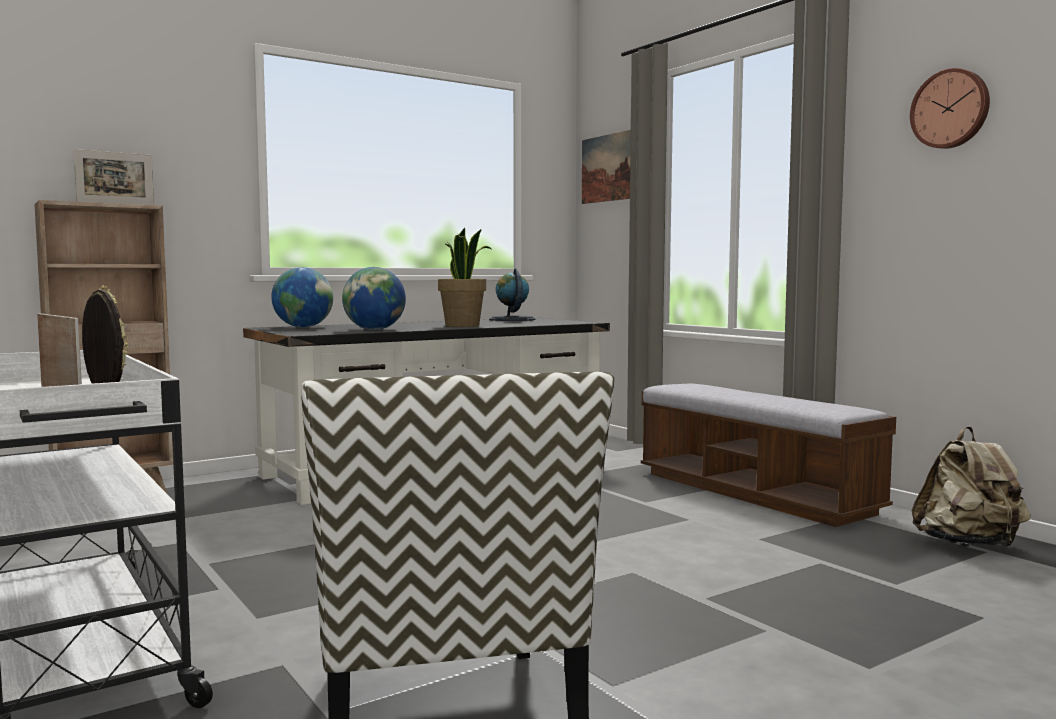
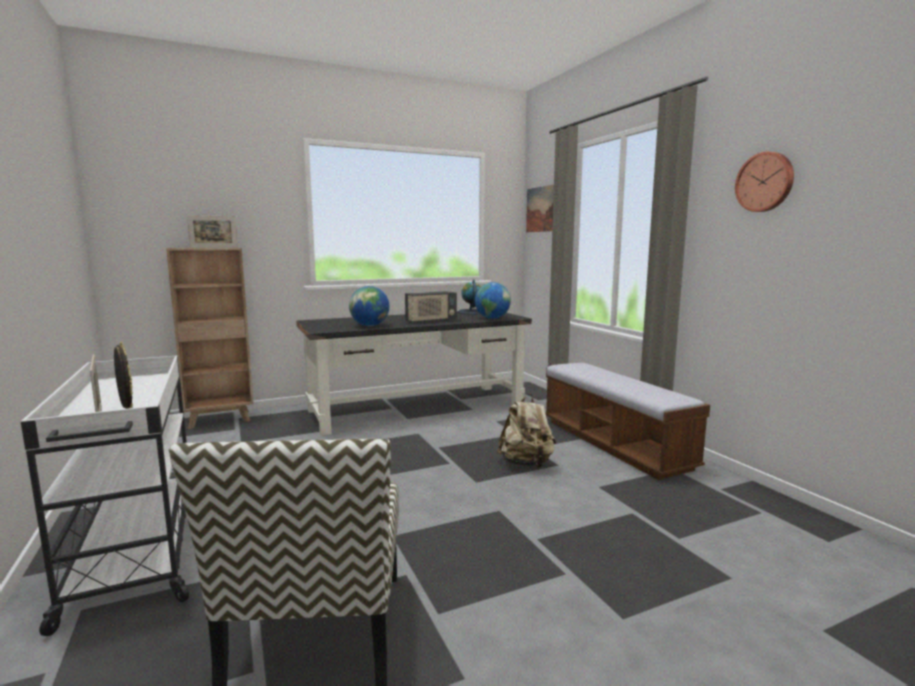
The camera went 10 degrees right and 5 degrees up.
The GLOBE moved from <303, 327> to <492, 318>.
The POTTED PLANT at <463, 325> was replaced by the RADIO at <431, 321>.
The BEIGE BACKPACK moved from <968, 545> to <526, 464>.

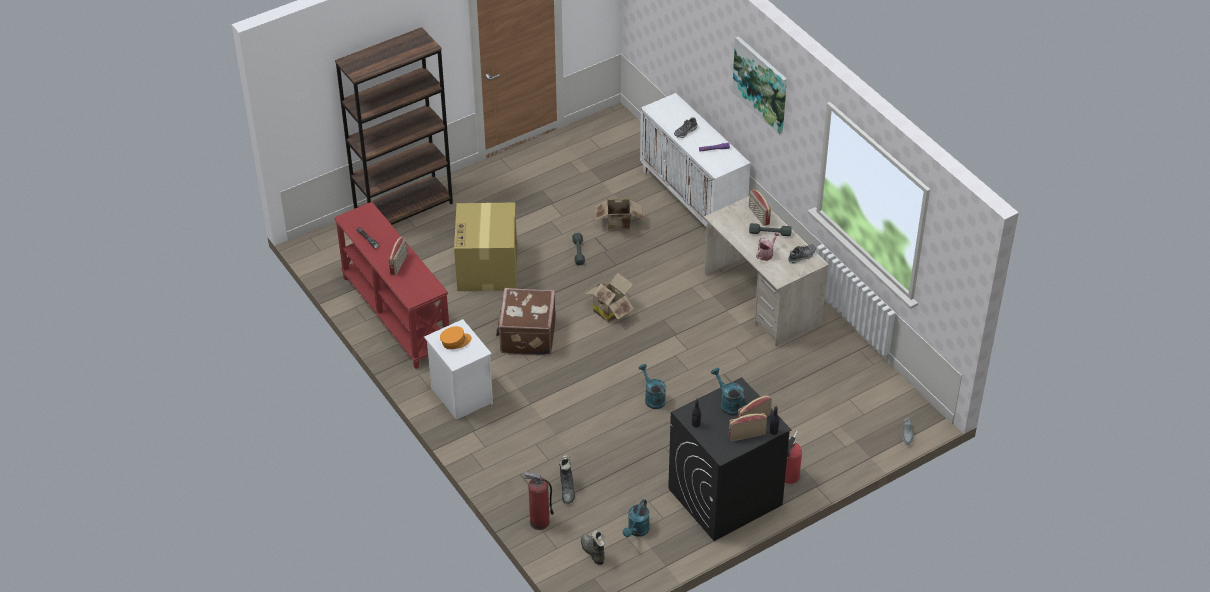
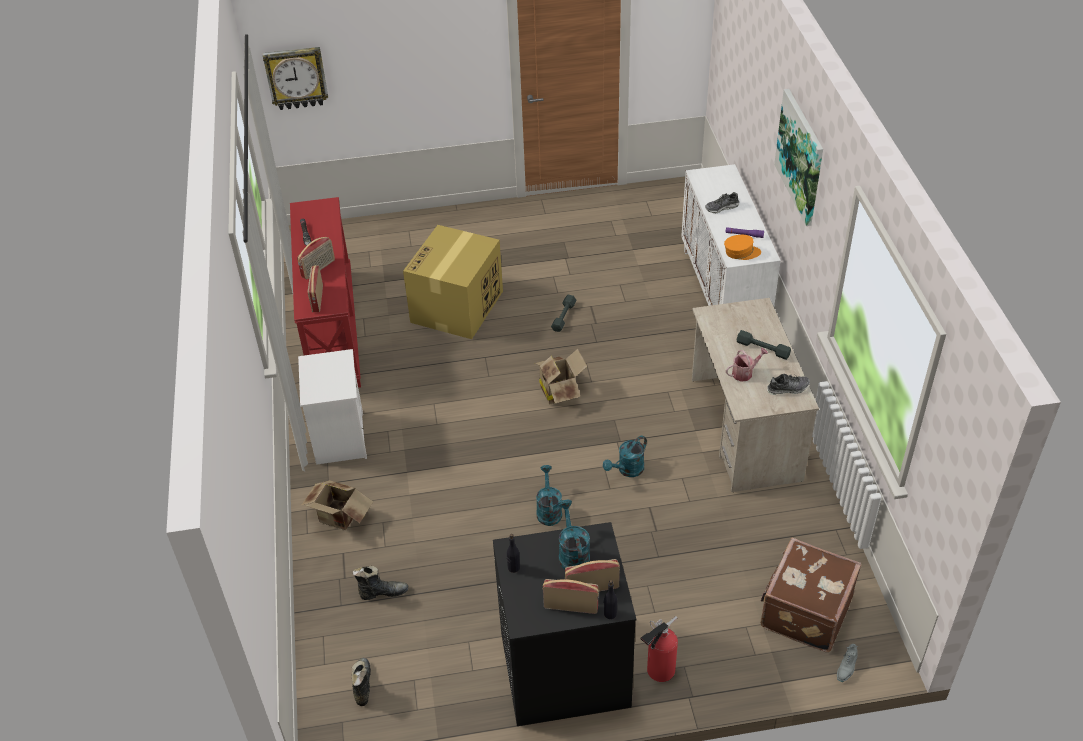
The camera went 25 degrees right and 0 degrees up.
The BROWN BOOKCASE at <404, 209> disappeared.
The ORANGE CAP moved from <455, 341> to <741, 252>.
The BROWN SUITCASE moved from <526, 336> to <804, 611>.
The FIRE EXTINGUISHER at <539, 522> disappeared.
The BLACK BOOT at <567, 490> turned 120 degrees counterclockwise.
The CARDBOARD BOX moved from <619, 225> to <339, 518>.
The TURQUOISE WATERING CAN moved from <637, 531> to <627, 470>.
The RADIO moved from <758, 216> to <317, 299>.
The WALL CLOCK at <296, 78> appeared.

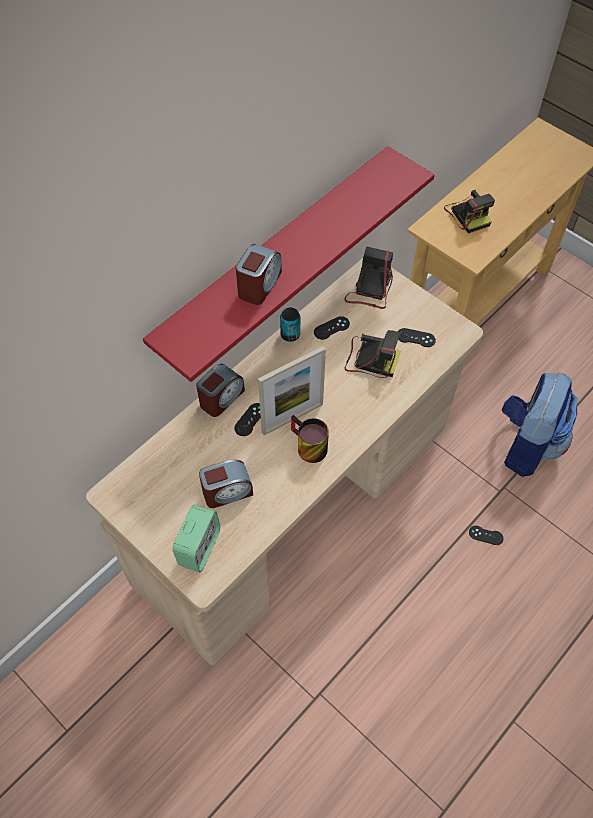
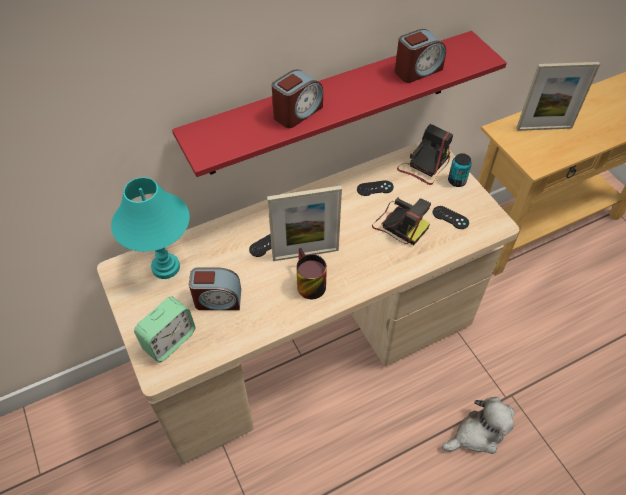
The camera went 20 degrees right and 5 degrees down.
The ALARM CLOCK moved from <221, 398> to <417, 70>.
The CAN moved from <290, 334> to <456, 181>.
The PHOTO CAMERA at <468, 214> was replaced by the PICTURE FRAME at <544, 128>.
The BLACK GAME CONTROLLER at <486, 535> was replaced by the PLUSH TOY at <477, 434>.
The BACKPACK at <526, 444> disappeared.
The TURQUOISE TABLE LAMP at <165, 267> appeared.

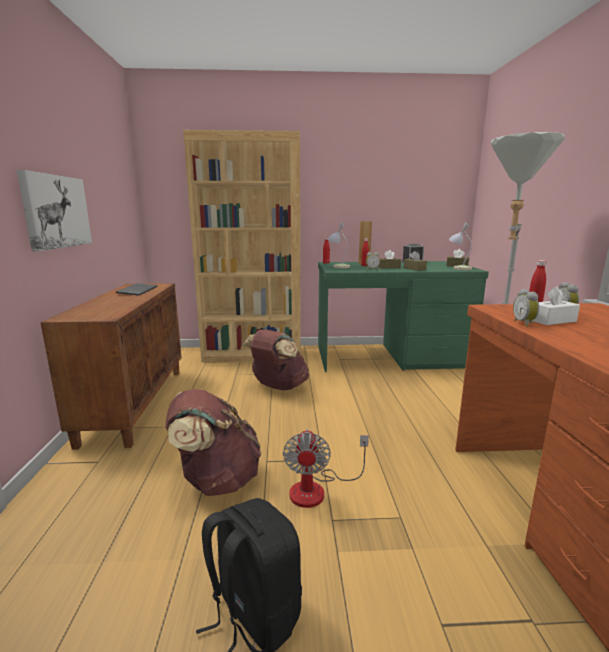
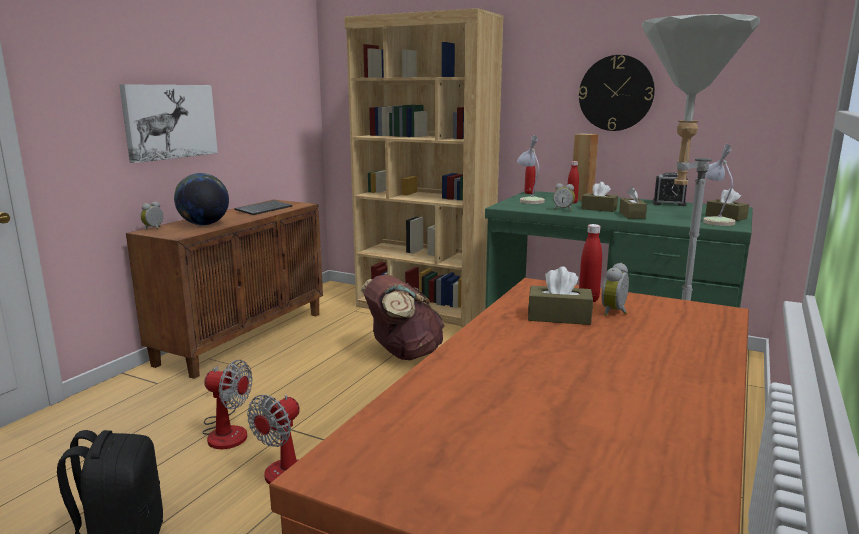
The camera went 30 degrees right and 0 degrees up.
The BROWN BACKPACK at <216, 480> was replaced by the FAN at <226, 431>.
The ALARM CLOCK moved from <524, 323> to <154, 229>.
The WHITE TISSUE BOX at <552, 320> became the BROWN TISSUE BOX at <559, 317>.
The GLOBE at <204, 225> appeared.
The WALL CLOCK at <616, 93> appeared.

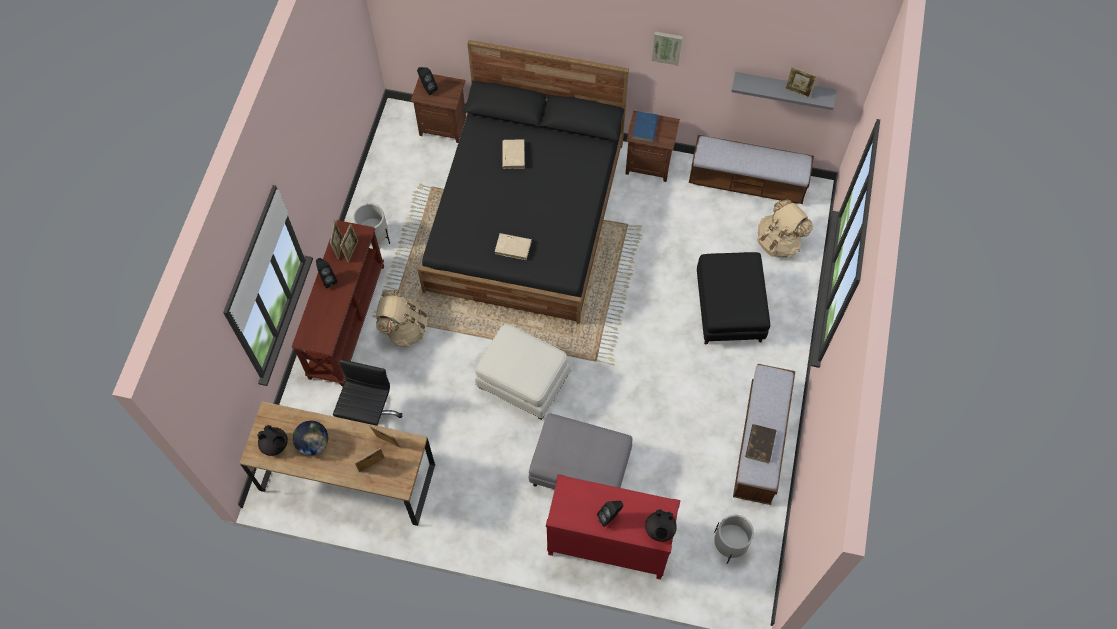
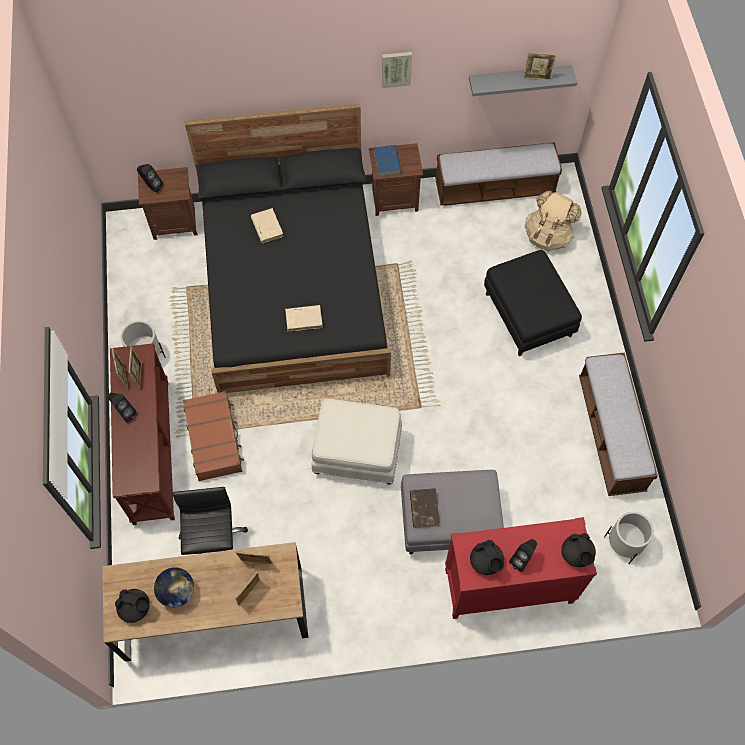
The camera went 20 degrees left and 0 degrees up.
The BEIGE BACKPACK at <404, 329> was replaced by the BROWN SUITCASE at <214, 439>.
The BROWN BOOK moved from <760, 444> to <424, 508>.
The BLACK TEAPOT at <486, 562> appeared.

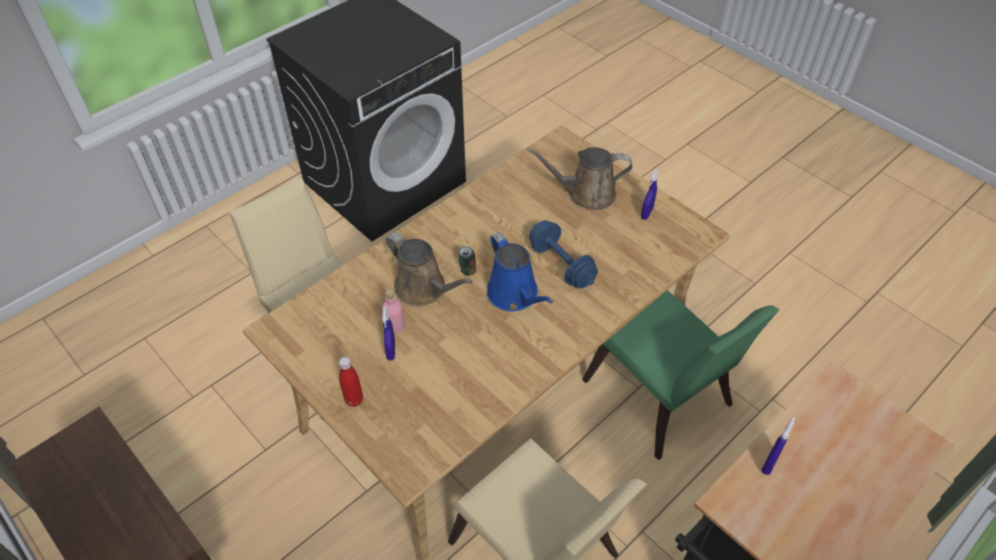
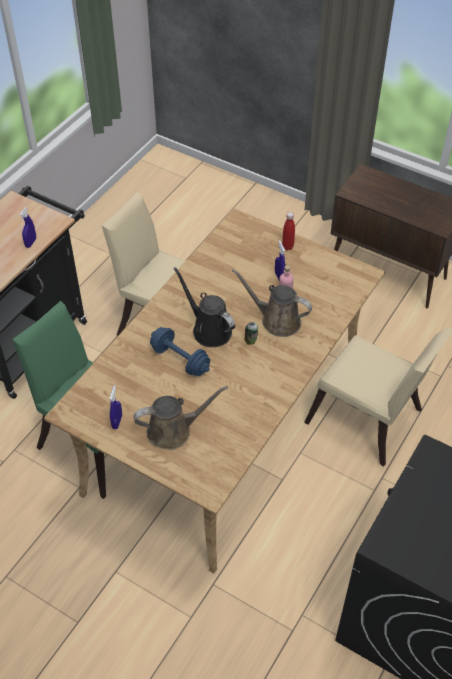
The camera went 165 degrees right and 0 degrees up.
The BLUE WATERING CAN at <515, 295> became the BLACK WATERING CAN at <209, 329>.

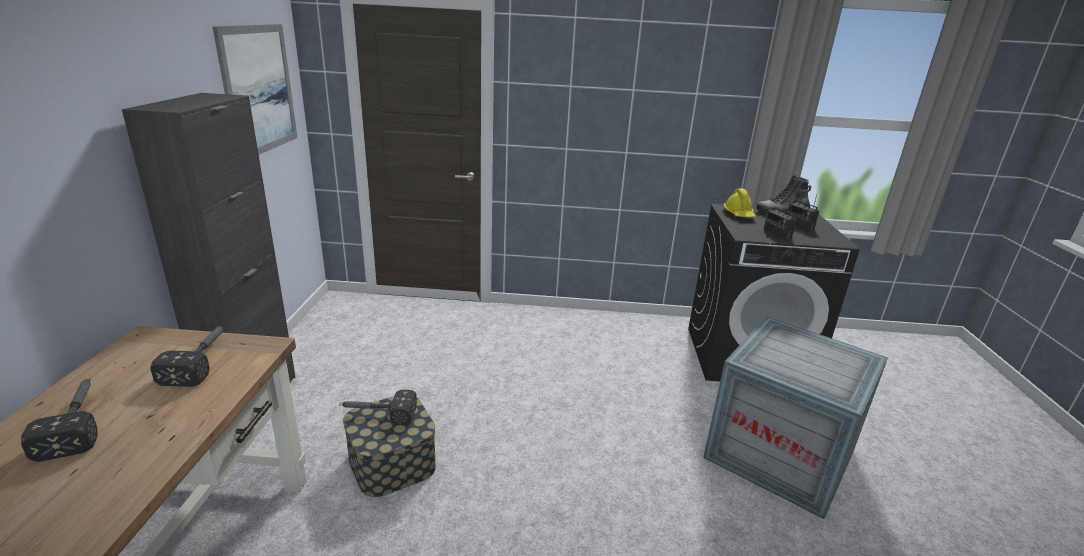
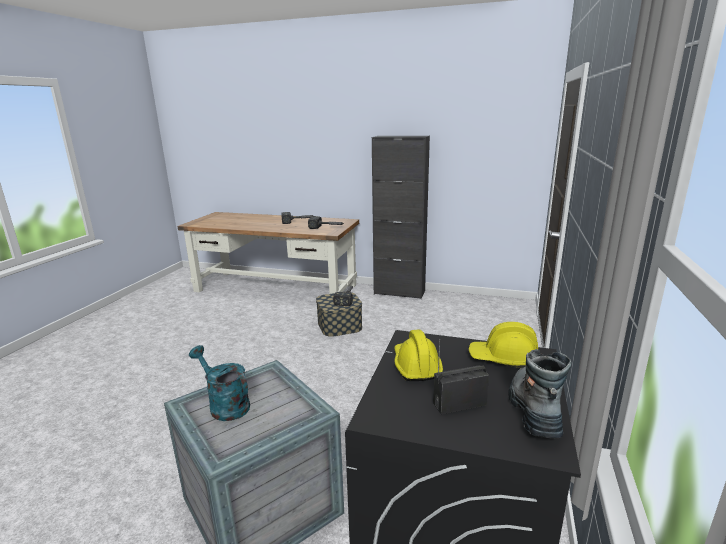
The camera went 105 degrees right and 5 degrees down.
The PICTURE at <259, 89> disappeared.
The RADIO at <777, 234> was replaced by the YELLOW HARD HAT at <416, 366>.
The TURQUOISE WATERING CAN at <225, 405> appeared.

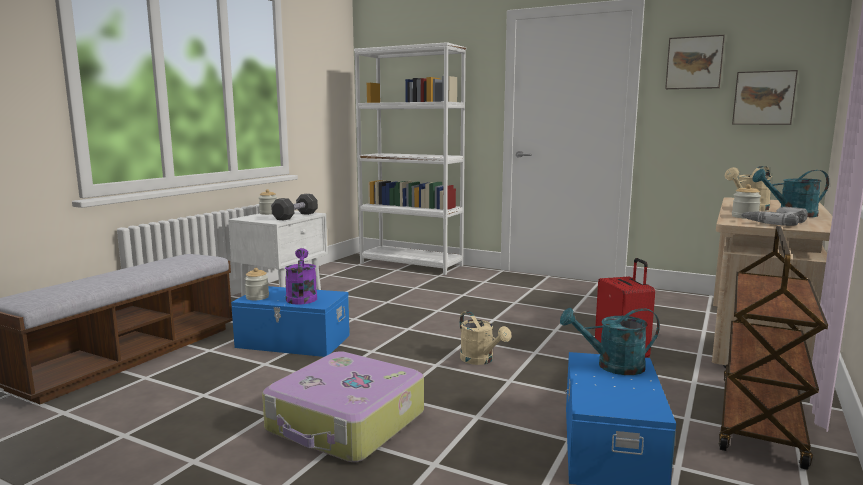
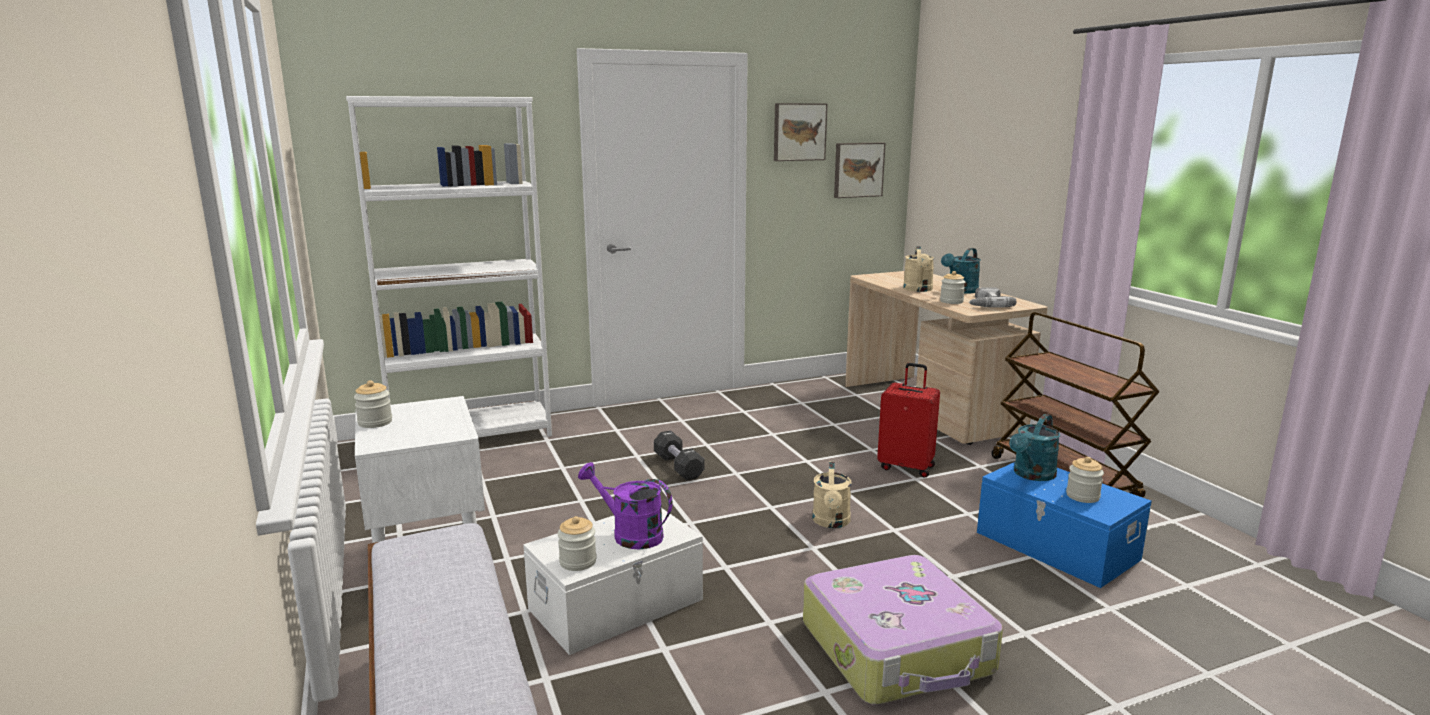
The camera went 50 degrees left and 5 degrees up.
The BLUE STORAGE BOX at <293, 342> became the WHITE STORAGE BOX at <618, 605>.
The BLACK DUMBBELL moved from <295, 216> to <678, 467>.
The BEIGE WATERING CAN at <481, 360> turned 90 degrees clockwise.
The JAR at <1082, 496> appeared.

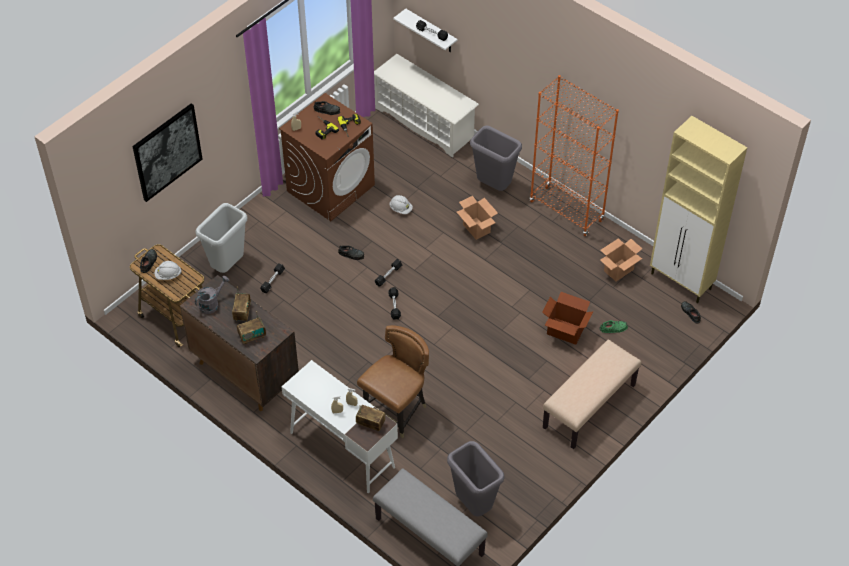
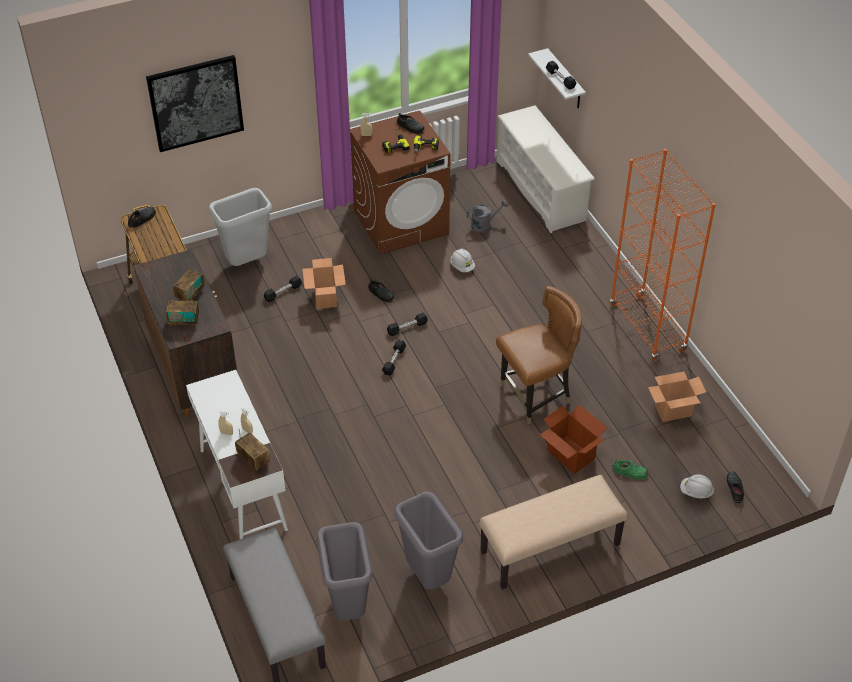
The camera went 25 degrees right and 5 degrees down.
The WHITE HARD HAT moved from <168, 275> to <695, 492>.
The GREY WATERING CAN moved from <212, 303> to <484, 224>.
The BROWN CHAIR moved from <396, 411> to <536, 396>.
The CARDBOARD BOX moved from <476, 229> to <325, 298>.
The GREY TRASH CAN moved from <494, 186> to <429, 577>.
The BEIGE CABINET at <681, 282> disappeared.

